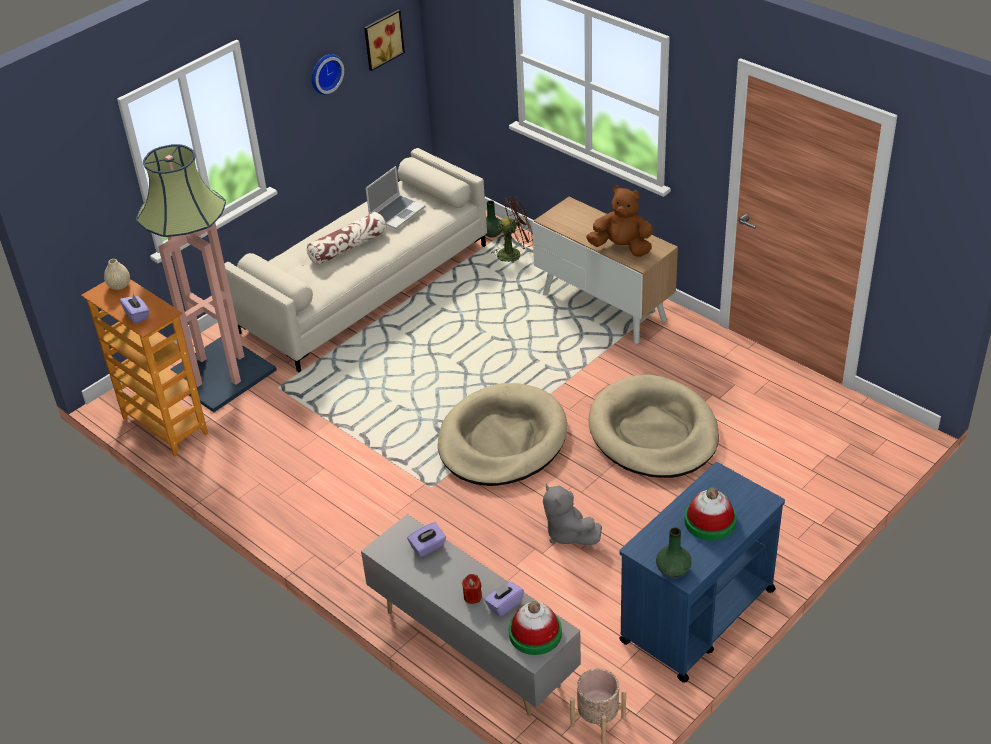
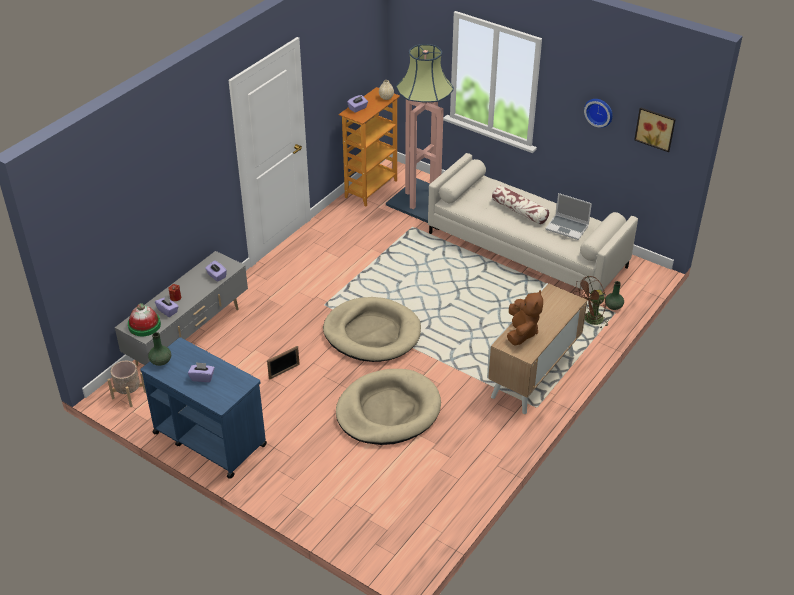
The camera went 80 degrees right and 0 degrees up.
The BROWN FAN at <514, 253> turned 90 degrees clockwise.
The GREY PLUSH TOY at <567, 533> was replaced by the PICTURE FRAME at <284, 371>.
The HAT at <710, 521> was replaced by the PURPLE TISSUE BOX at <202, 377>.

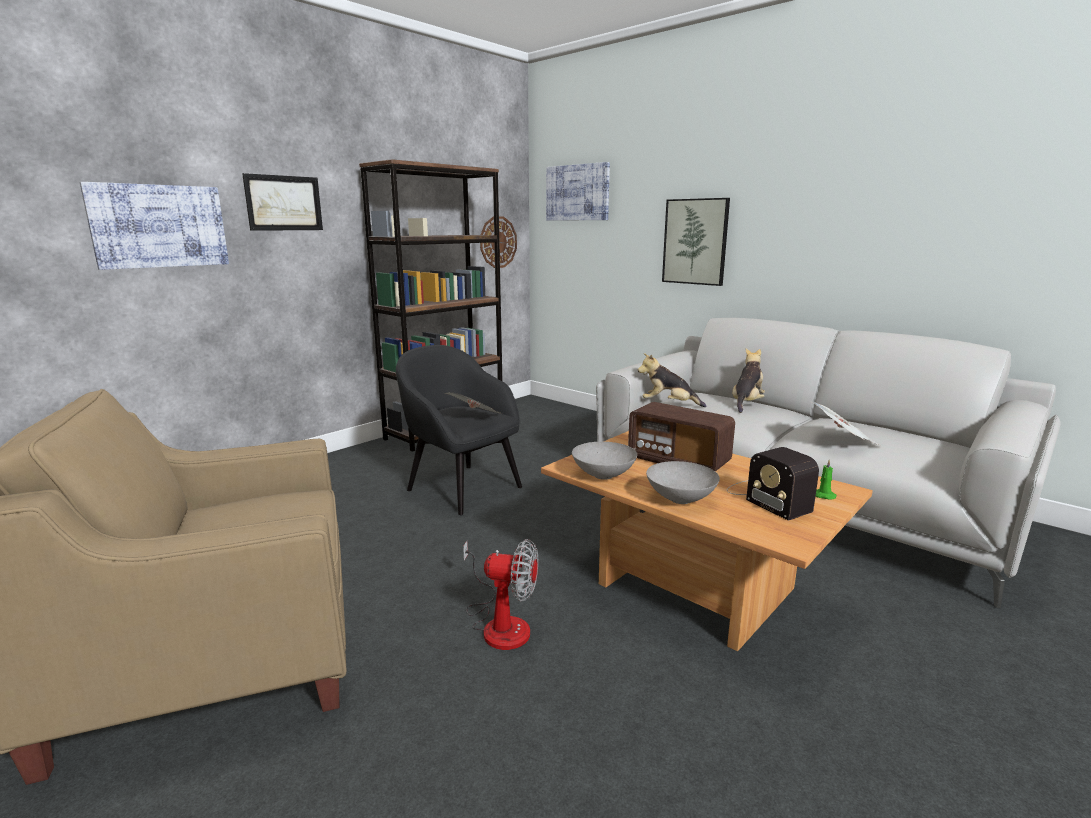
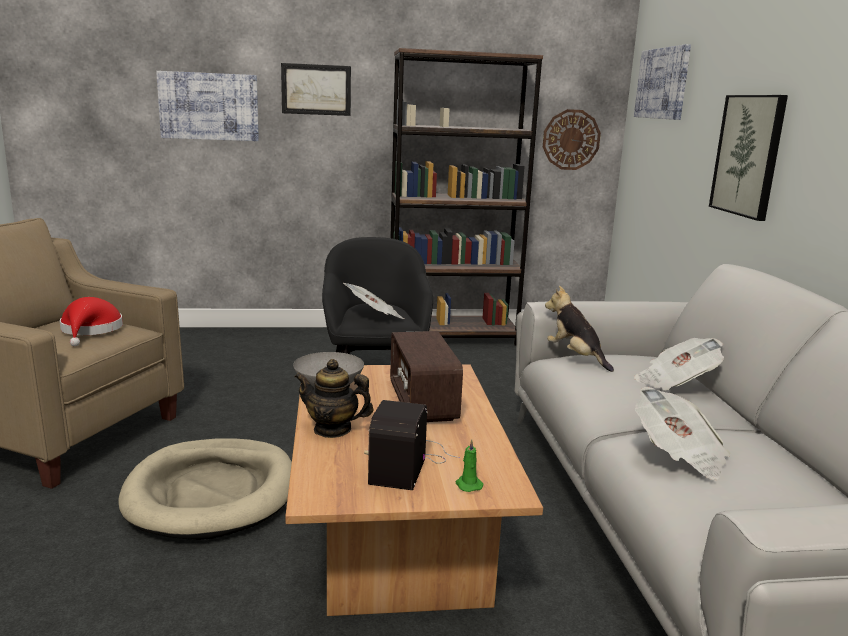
The camera went 40 degrees right and 0 degrees up.
The FAN at <500, 623> was replaced by the BEIGE DOG BED at <212, 493>.
The GREY BOWL at <681, 499> was replaced by the TEAPOT at <332, 429>.
The PLUSH TOY at <746, 403> was replaced by the NEWSPAPER at <675, 383>.
The RED HAT at <91, 330> appeared.

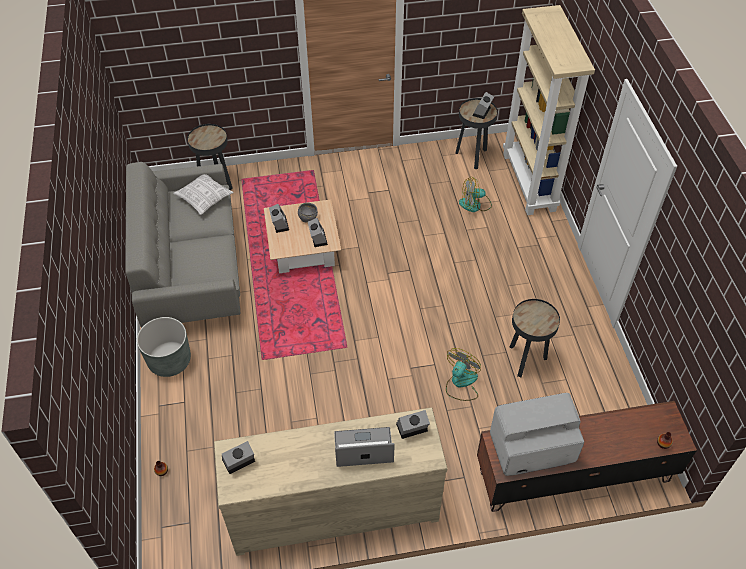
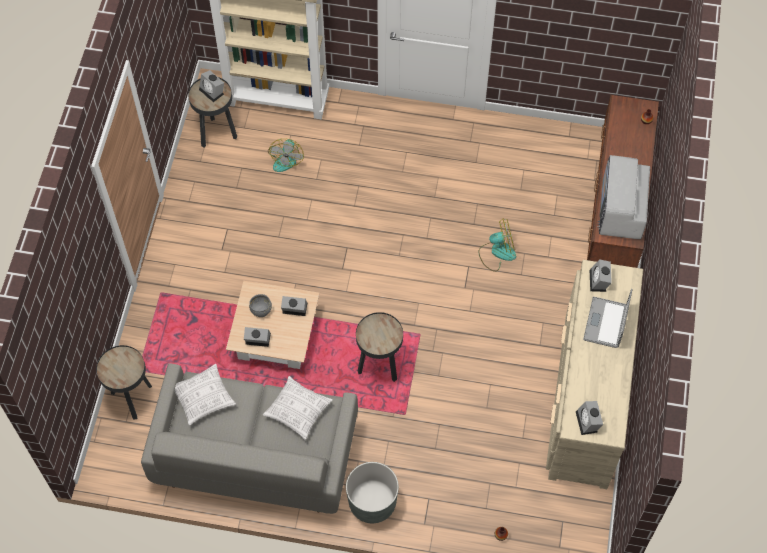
The camera went 70 degrees left and 10 degrees up.
The FAN at <461, 383> turned 120 degrees clockwise.
The BLACK SIDE TABLE moved from <525, 360> to <379, 367>.
The PILLOW at <297, 411> appeared.

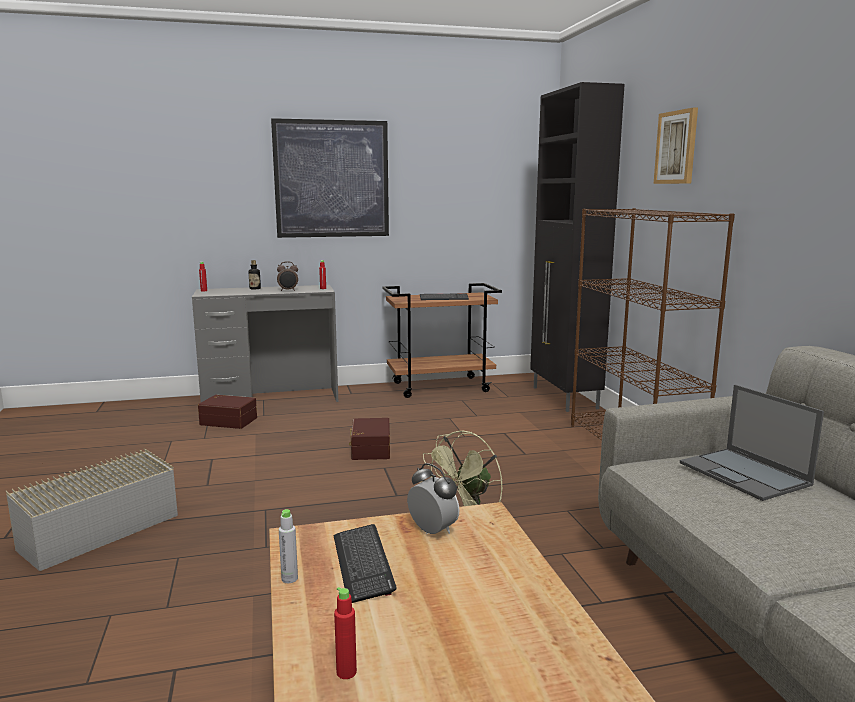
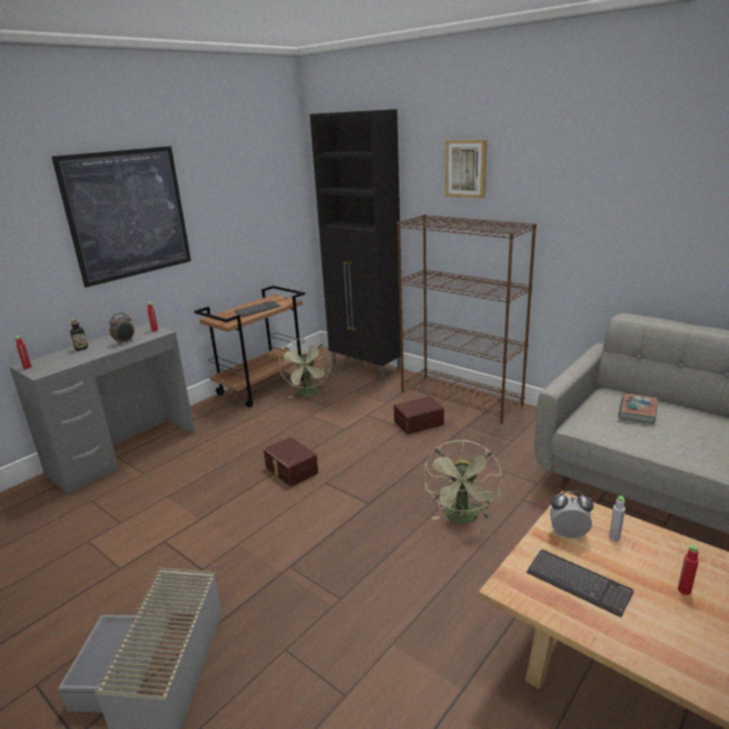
The camera went 35 degrees left and 10 degrees up.
The BROWN STORAGE BOX moved from <229, 421> to <418, 422>.
The GREY BOTTLE moved from <289, 579> to <614, 537>.
The RED BOTTLE moved from <346, 672> to <684, 590>.
The LAPTOP at <745, 474> was replaced by the BOOK at <637, 411>.
The GREEN FAN at <309, 395> appeared.

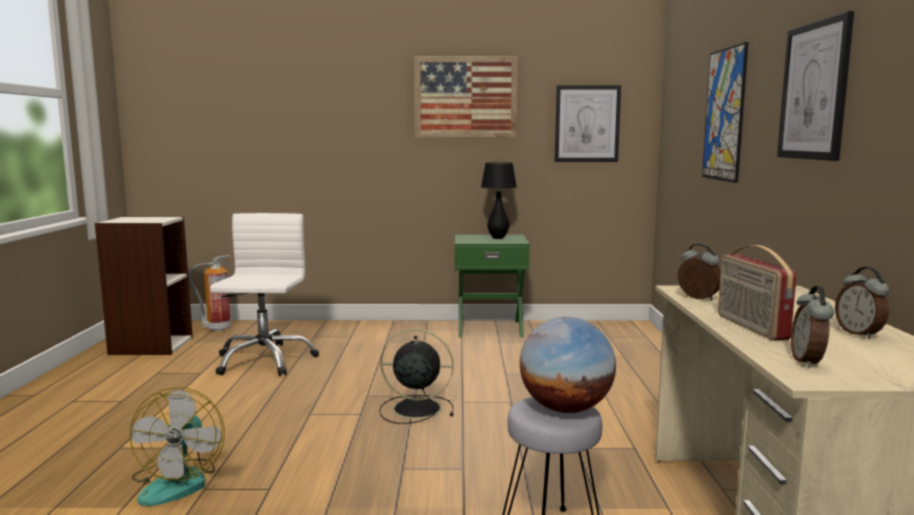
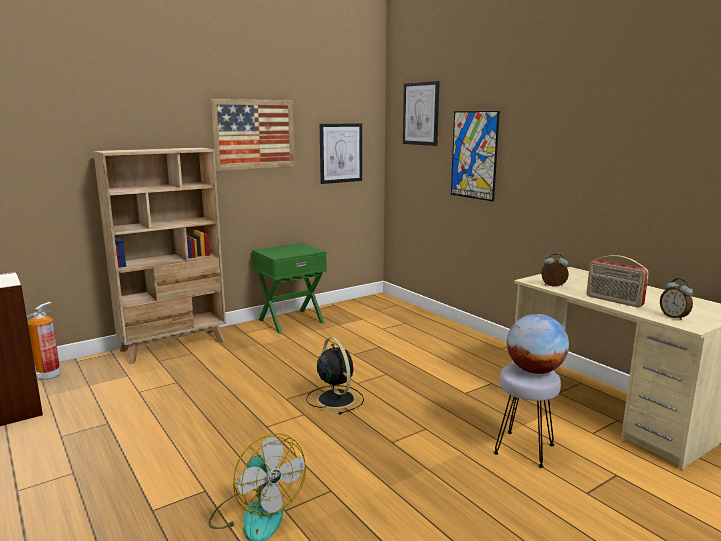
The camera went 35 degrees left and 5 degrees up.
The WHITE OFFICE CHAIR at <264, 360> disappeared.
The BLACK FAN at <414, 409> turned 90 degrees clockwise.
The BLACK TABLE LAMP at <498, 238> disappeared.
The PICTURE moved from <814, 91> to <421, 113>.
The ALARM CLOCK at <859, 334> disappeared.
The BEIGE BOOKCASE at <174, 346> appeared.

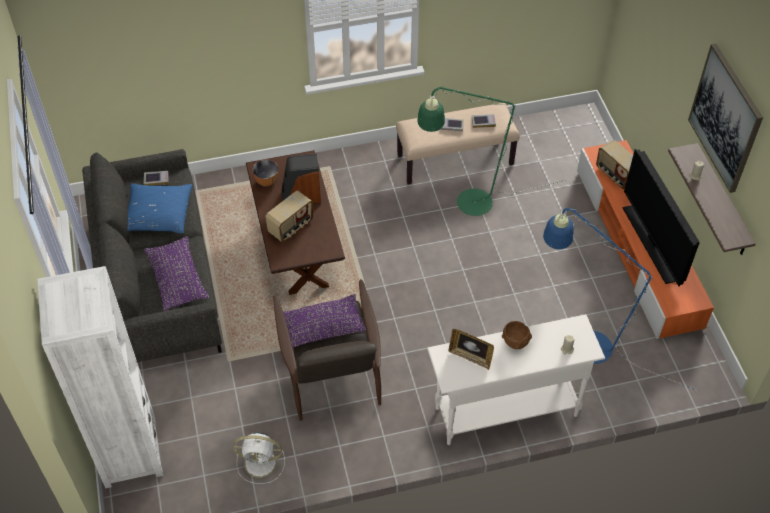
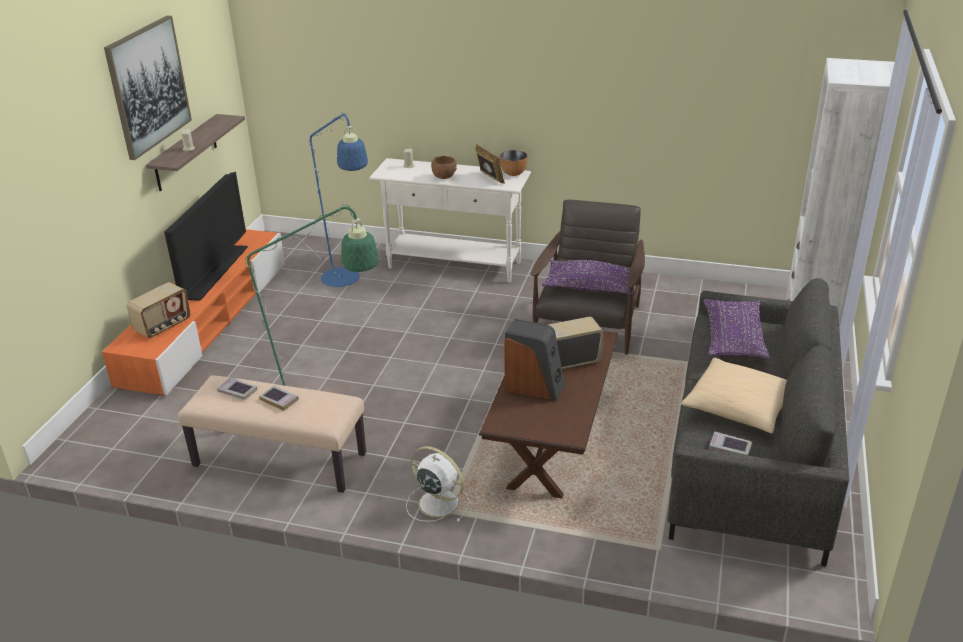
The camera went 150 degrees left and 20 degrees down.
The BLUE PILLOW at <158, 214> became the BEIGE PILLOW at <739, 406>.
The WHITE FAN moved from <262, 463> to <437, 502>.
The BOWL moved from <266, 181> to <513, 173>.
The RADIO at <615, 175> turned 45 degrees clockwise.

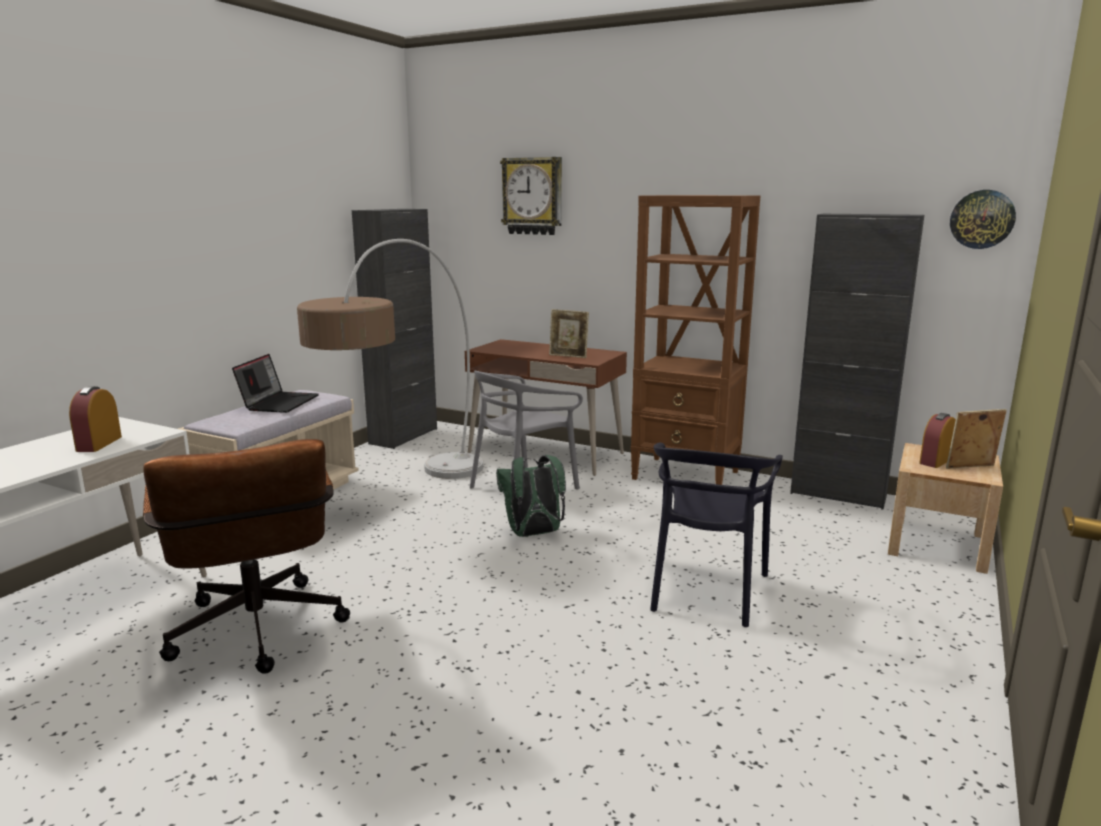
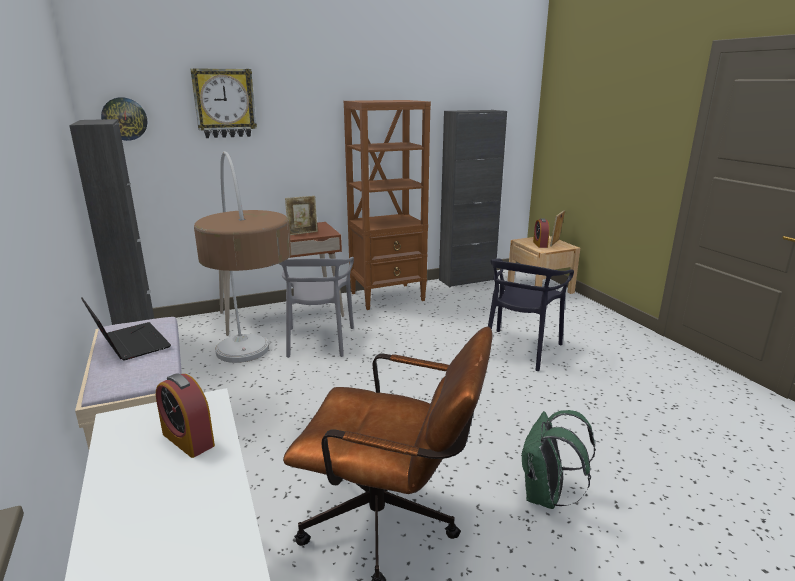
The camera went 50 degrees left and 5 degrees up.
The GREEN BACKPACK moved from <533, 534> to <546, 496>.
The BLACK CHAIR at <705, 590> turned 60 degrees clockwise.
The WALL CLOCK moved from <982, 219> to <124, 119>.

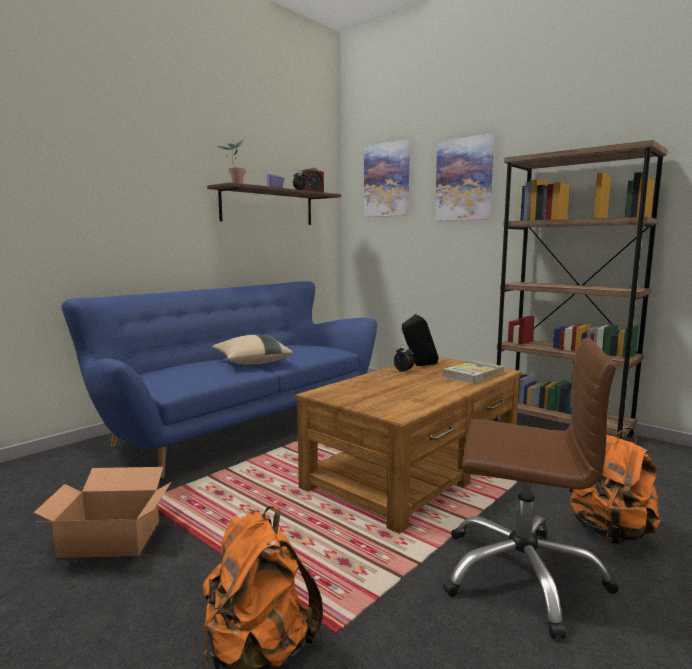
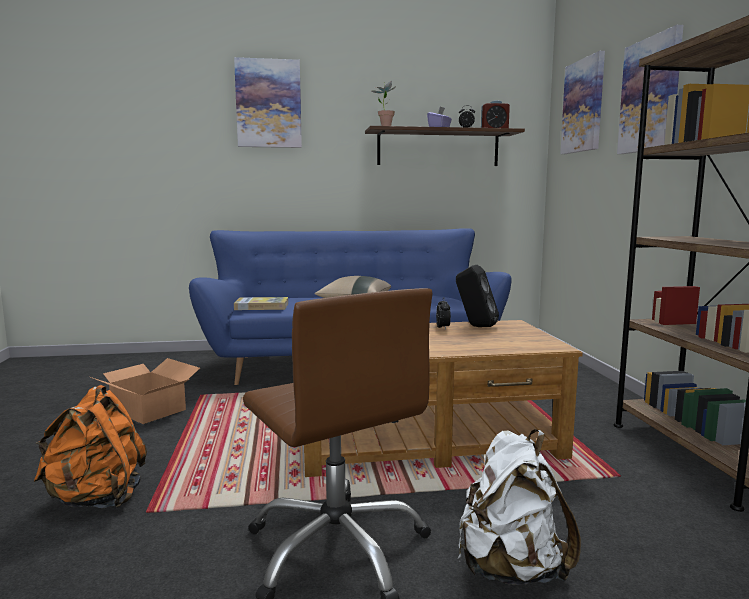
The camera went 40 degrees right and 0 degrees up.
The BOOK moved from <473, 375> to <261, 306>.
The ORANGE BACKPACK at <611, 533> became the WHITE BACKPACK at <510, 569>.
The PICTURE at <268, 104> appeared.

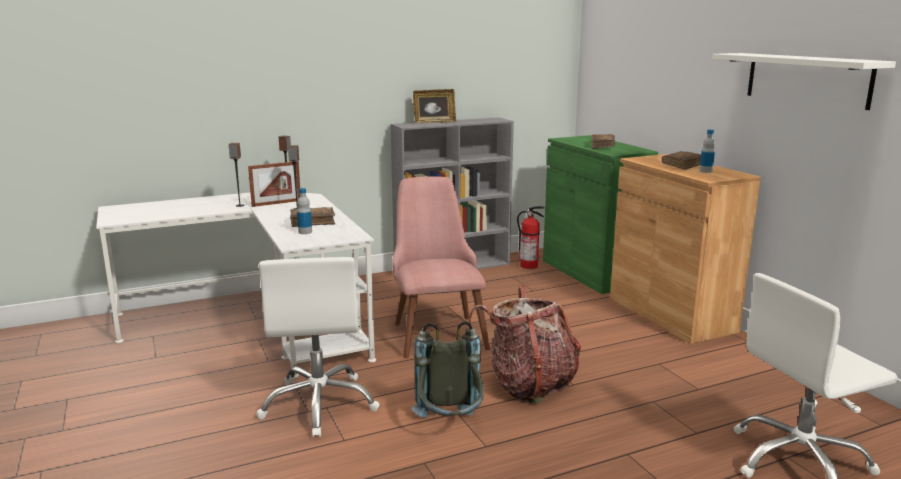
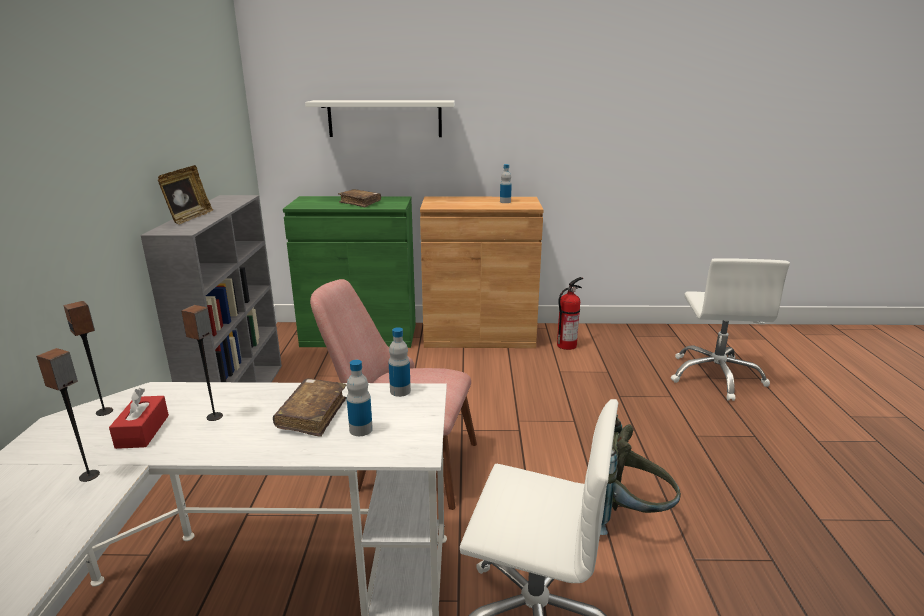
The camera went 65 degrees left and 5 degrees up.
The PICTURE FRAME at <276, 203> was replaced by the RED TISSUE BOX at <142, 431>.
The BACKPACK at <528, 384> disappeared.
The FIRE EXTINGUISHER moved from <529, 265> to <567, 345>.
The BROWN BOOK at <682, 165> disappeared.
The WHITE SHELF moved from <807, 79> to <385, 118>.
The BOTTLE at <400, 391> appeared.

